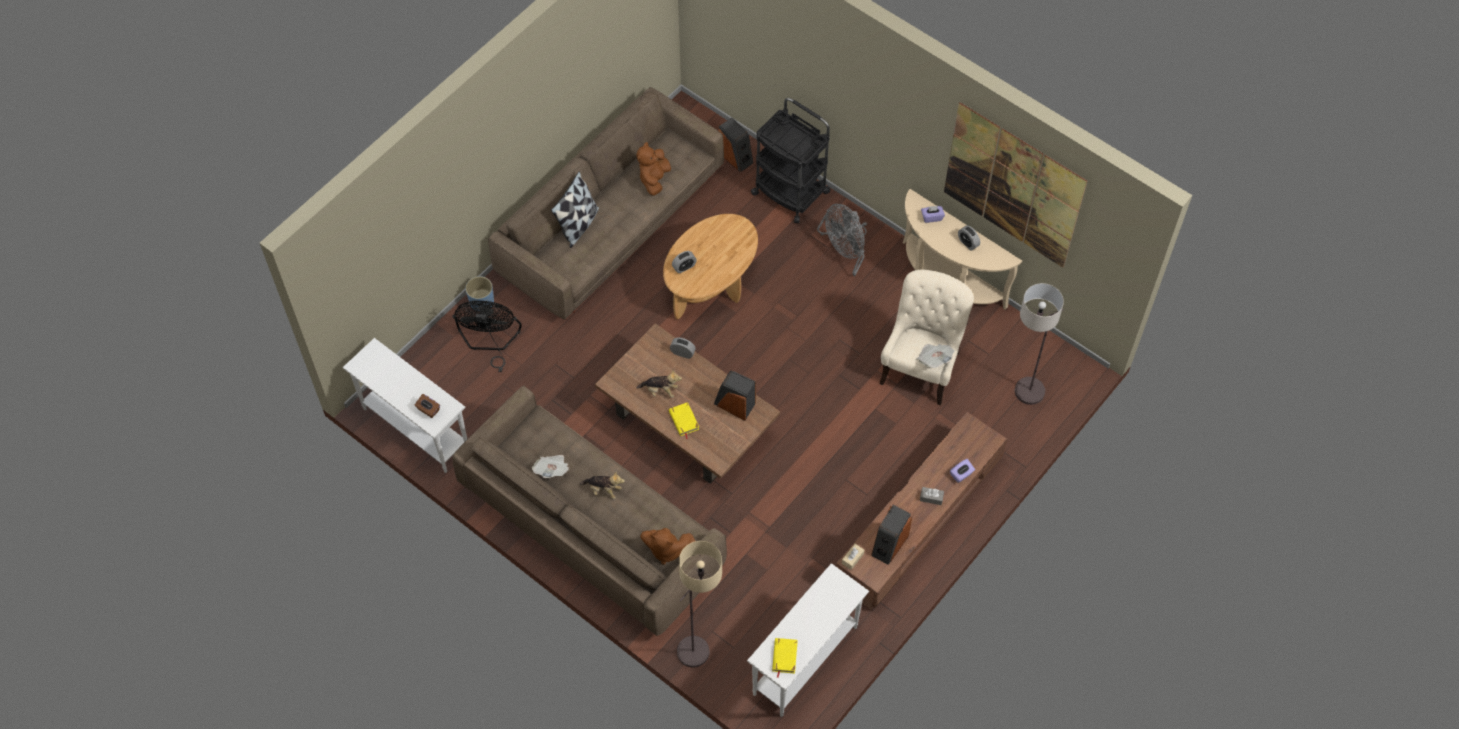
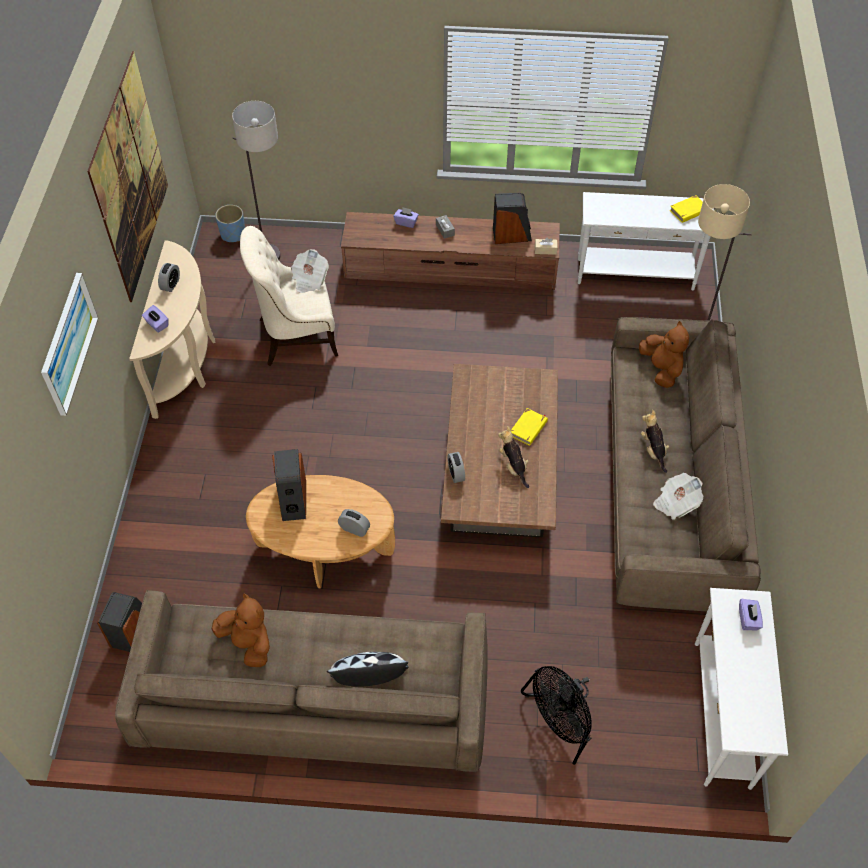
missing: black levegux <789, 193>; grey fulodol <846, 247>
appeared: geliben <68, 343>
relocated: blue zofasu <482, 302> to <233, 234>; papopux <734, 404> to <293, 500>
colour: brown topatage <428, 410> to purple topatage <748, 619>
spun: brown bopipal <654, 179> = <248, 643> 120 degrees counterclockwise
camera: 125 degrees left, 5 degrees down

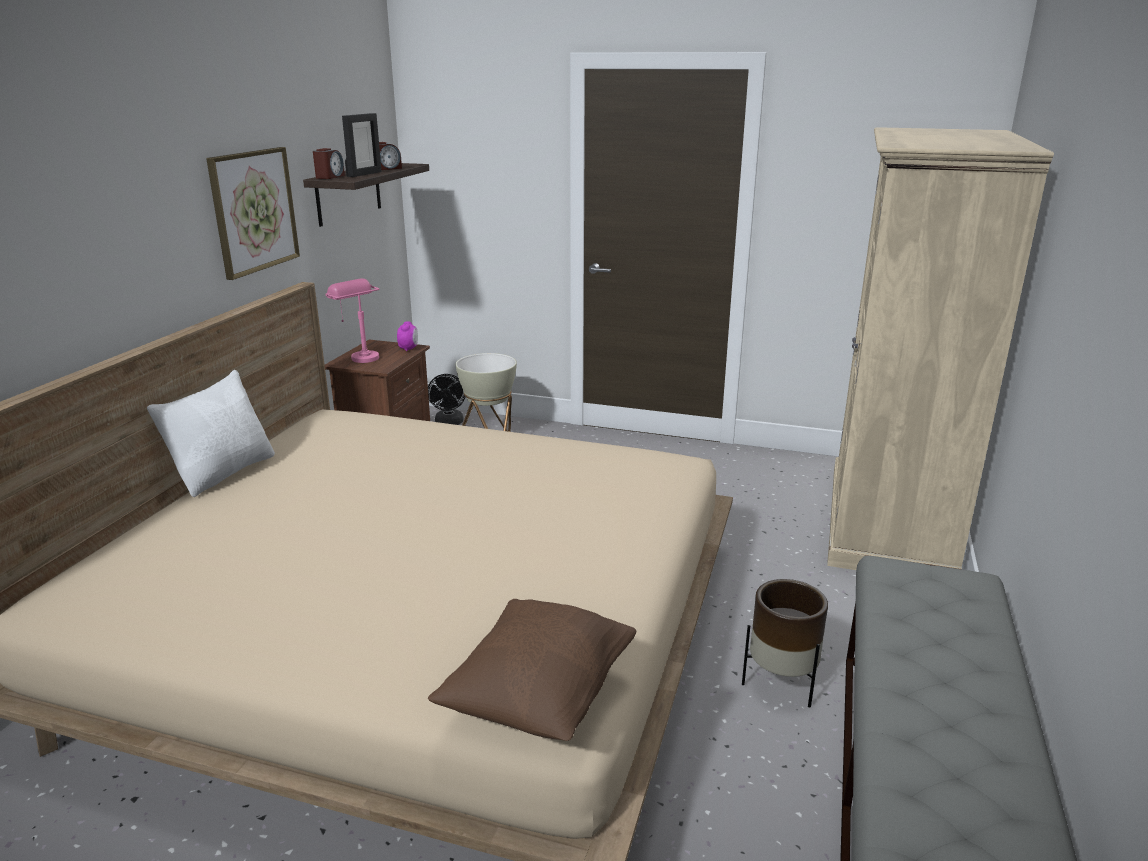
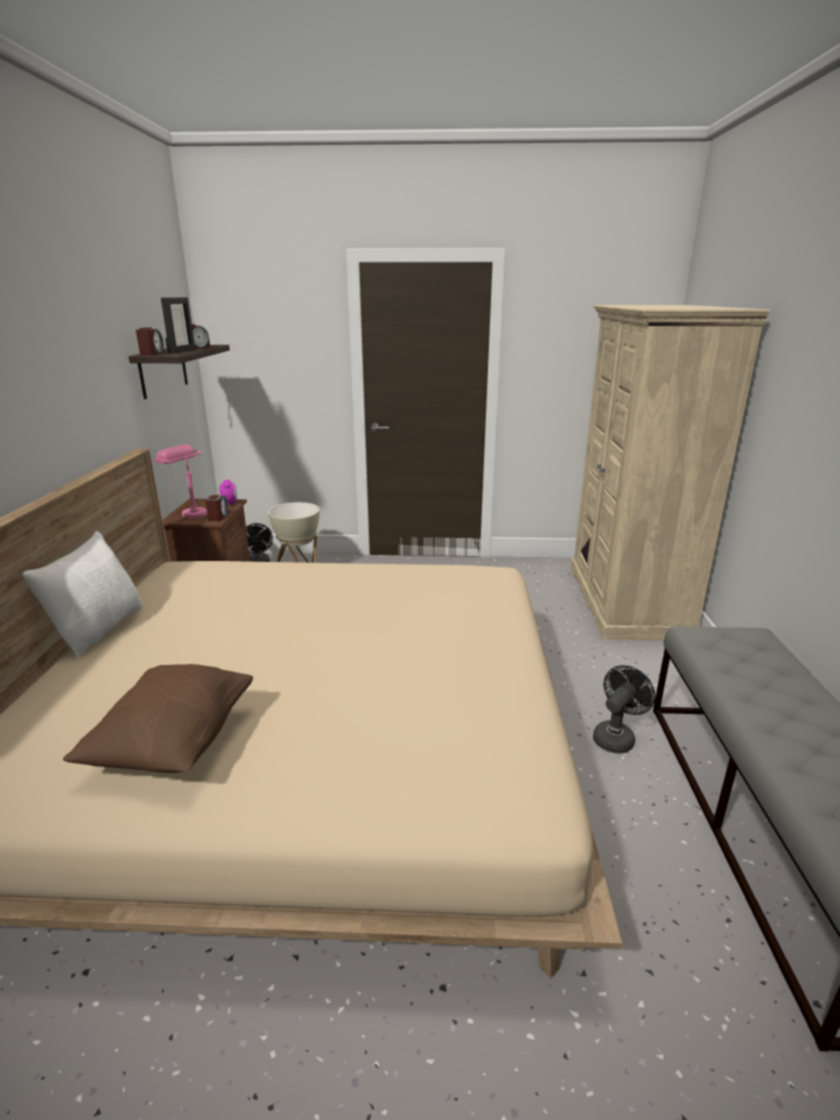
missing: geliben <254, 211>
appeared: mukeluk <218, 516>
relocated: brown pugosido <539, 697> to <173, 743>
exchanged: brown zofasu <780, 683> to black fulodol <616, 737>
camera: 15 degrees left, 0 degrees up

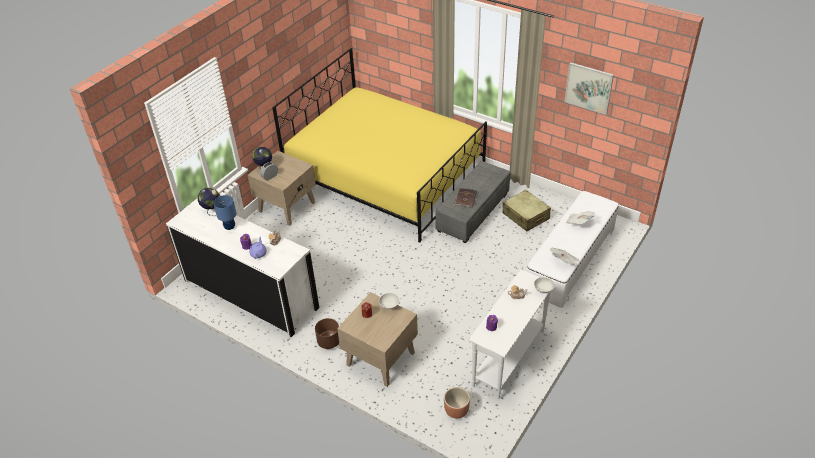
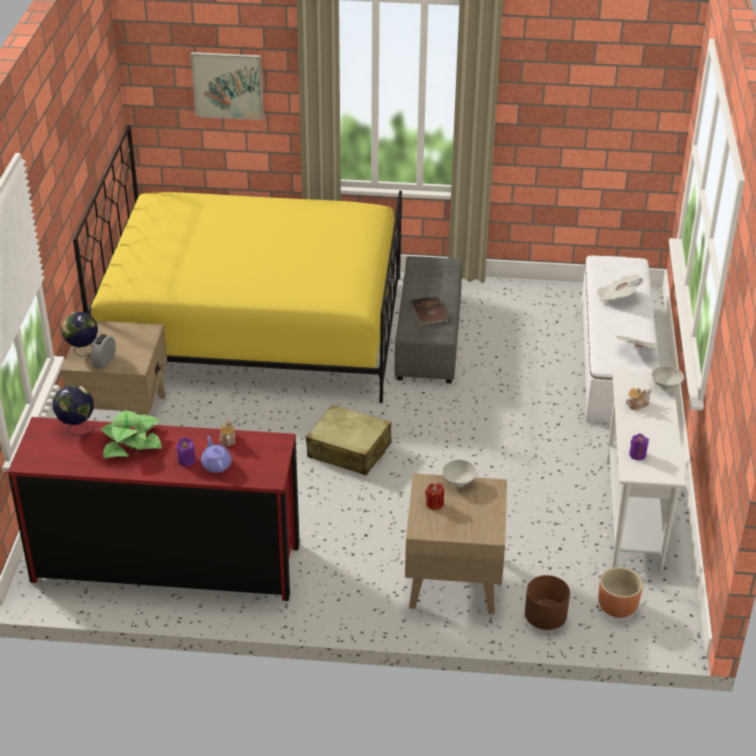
relocated: geliben <588, 88> to <228, 85>; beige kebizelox <525, 216> to <349, 450>; brown zofasu <328, 341> to <544, 618>
exchanged: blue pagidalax <230, 227> to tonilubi <132, 442>
colour: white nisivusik <250, 293> to red nisivusik <165, 561>
camera: 30 degrees left, 5 degrees down

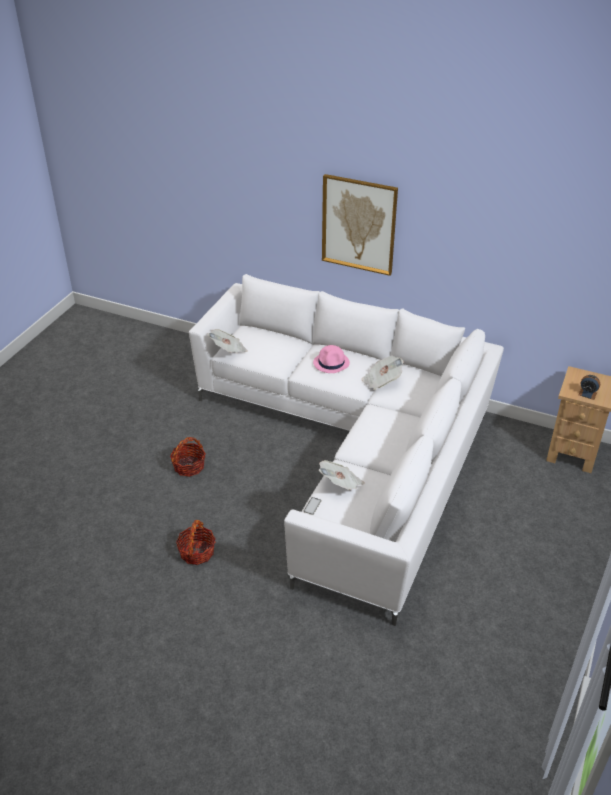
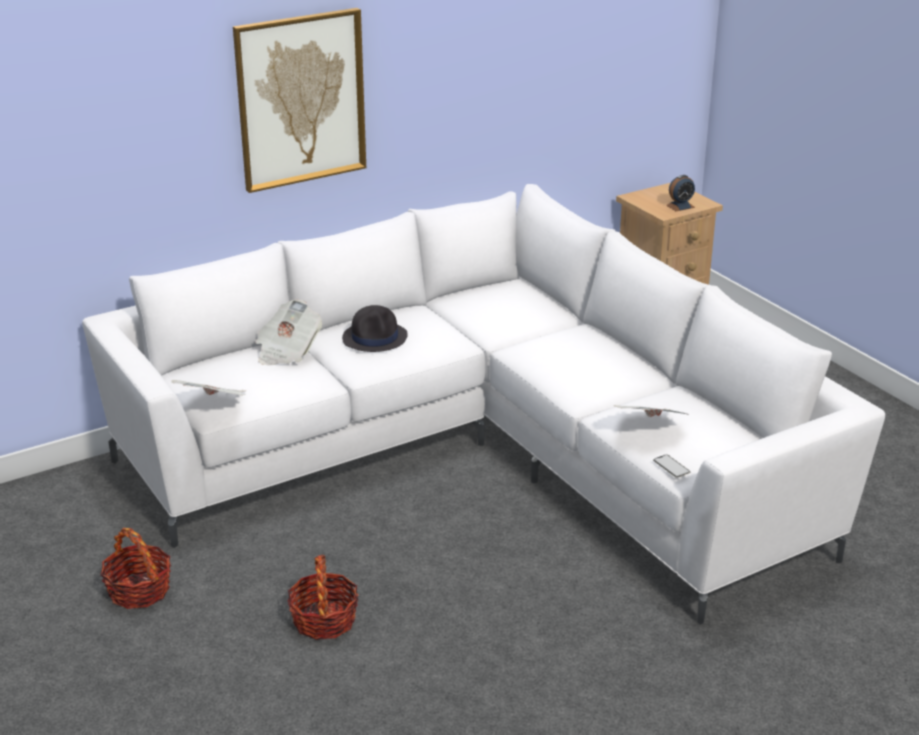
relocated: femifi <197, 552> to <139, 591>; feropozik <381, 381> to <286, 351>
colour: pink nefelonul <331, 363> to black nefelonul <375, 338>
camera: 55 degrees left, 10 degrees down

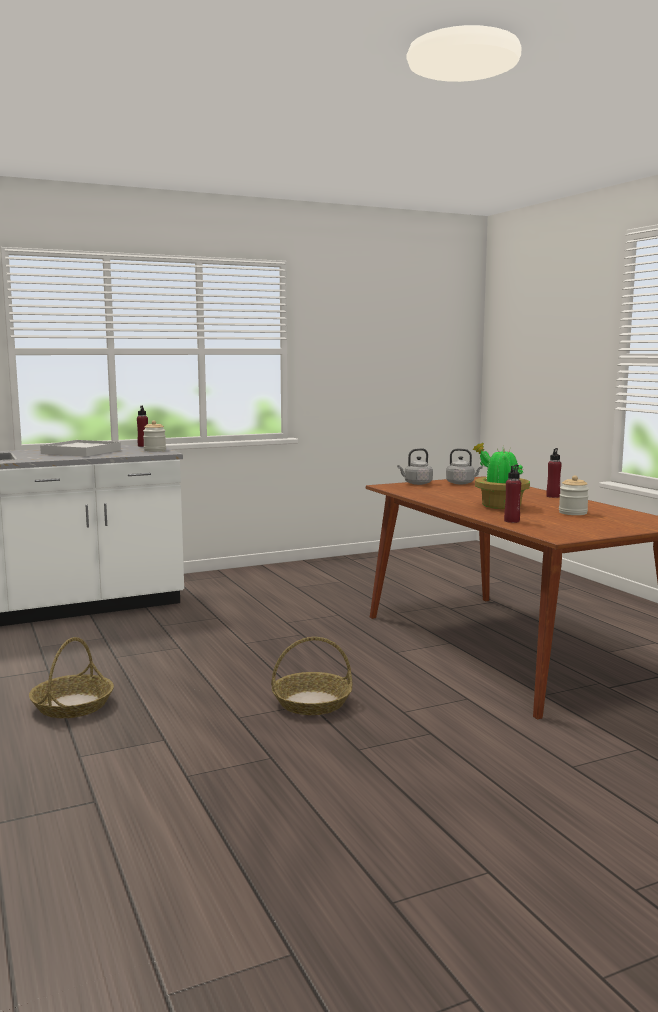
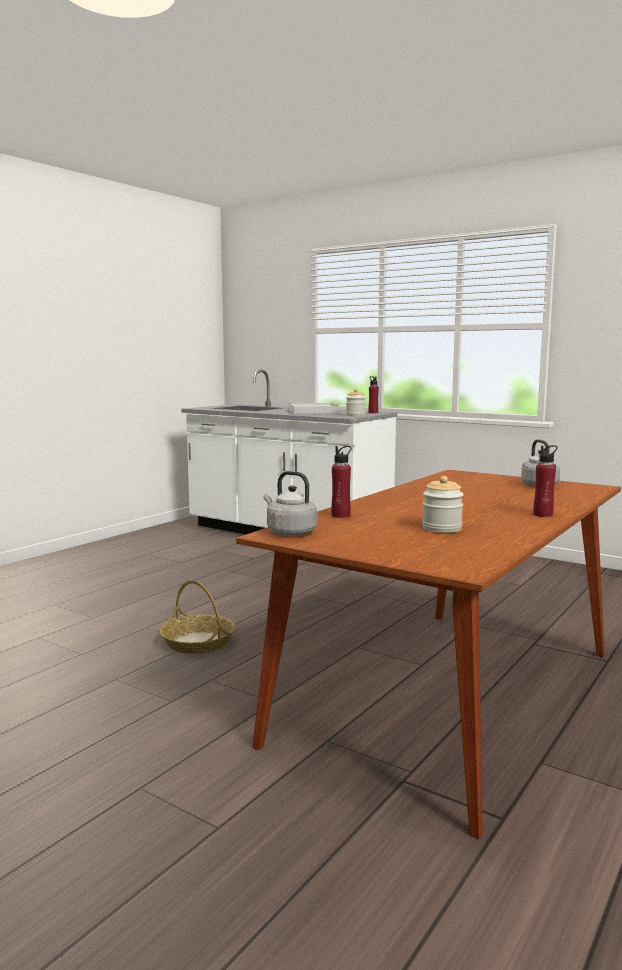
missing: femifi <72, 705>; tonilubi <499, 506>
relocated: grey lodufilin <416, 483> to <289, 532>
camera: 60 degrees right, 0 degrees up

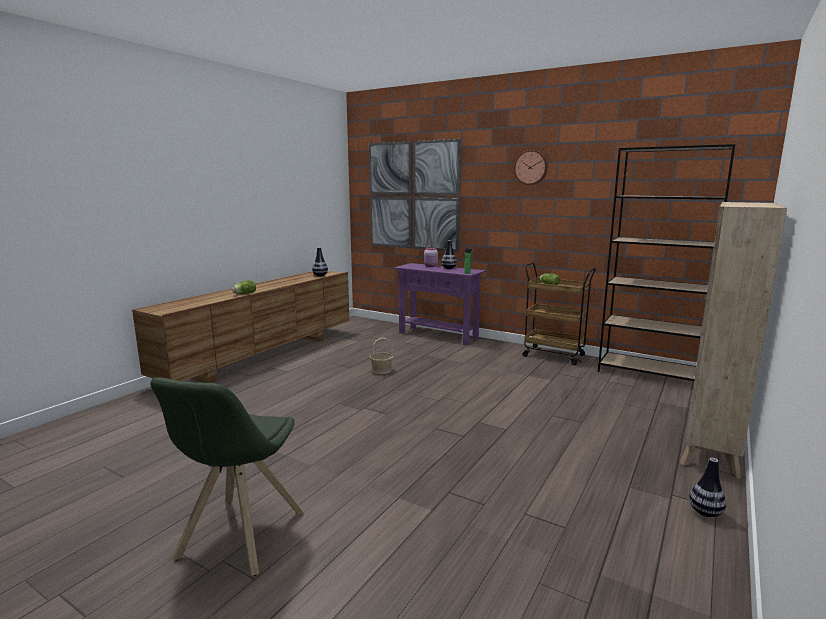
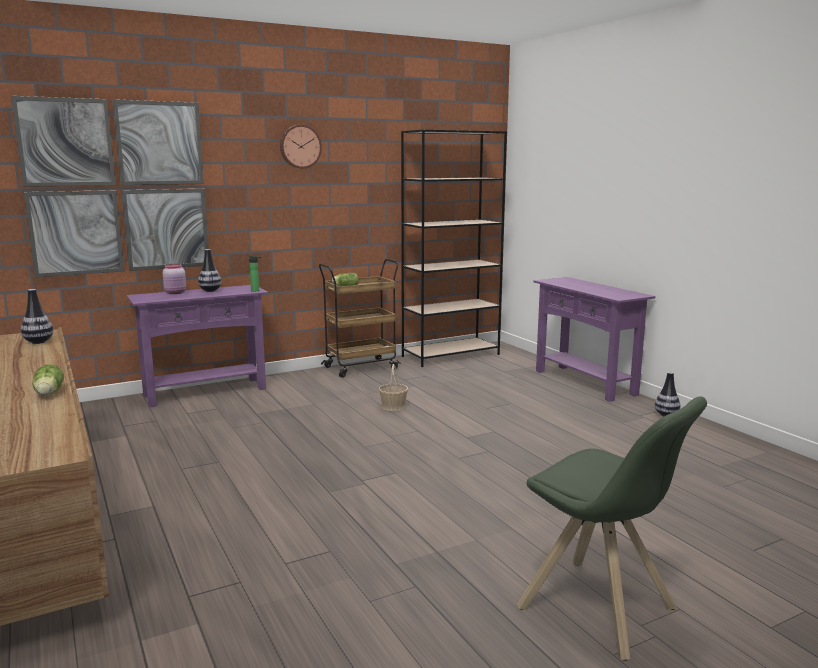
relocated: femifi <381, 370> to <393, 406>
exchanged: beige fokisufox <710, 445> to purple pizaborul <584, 382>
camera: 60 degrees left, 0 degrees up

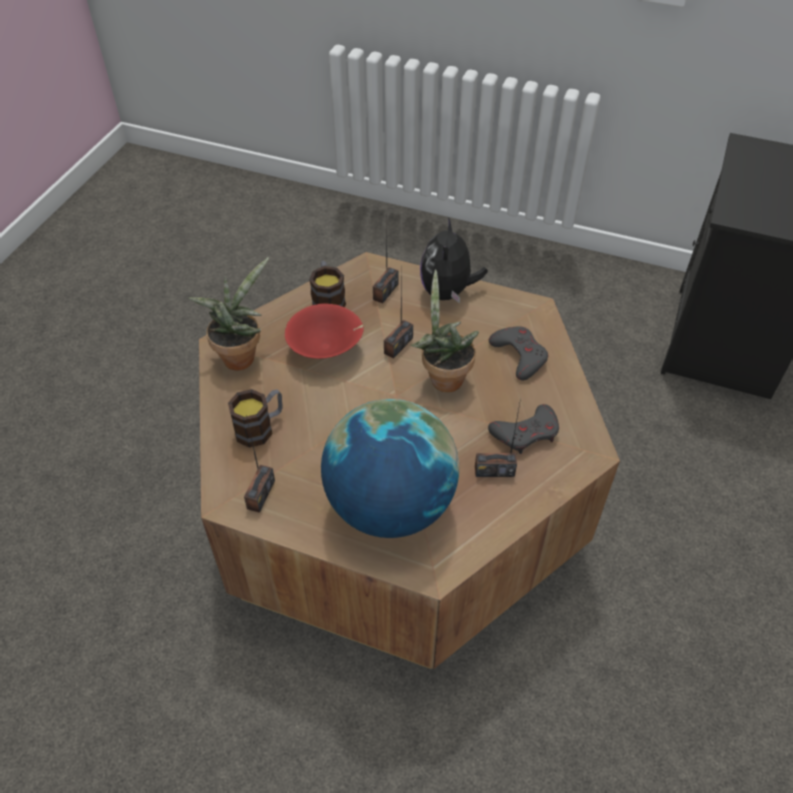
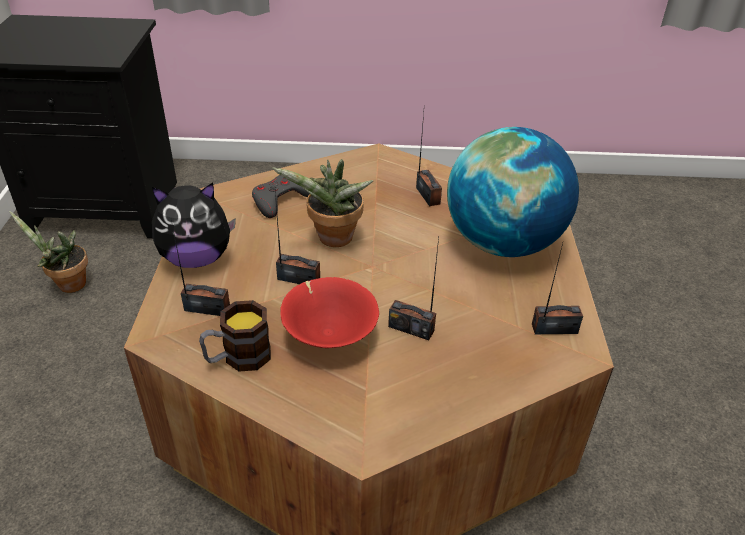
missing: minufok <261, 427>; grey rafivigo <526, 433>
appeared: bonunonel <411, 328>
relocated: tonilubi <240, 355> to <67, 285>
camera: 110 degrees left, 10 degrees down

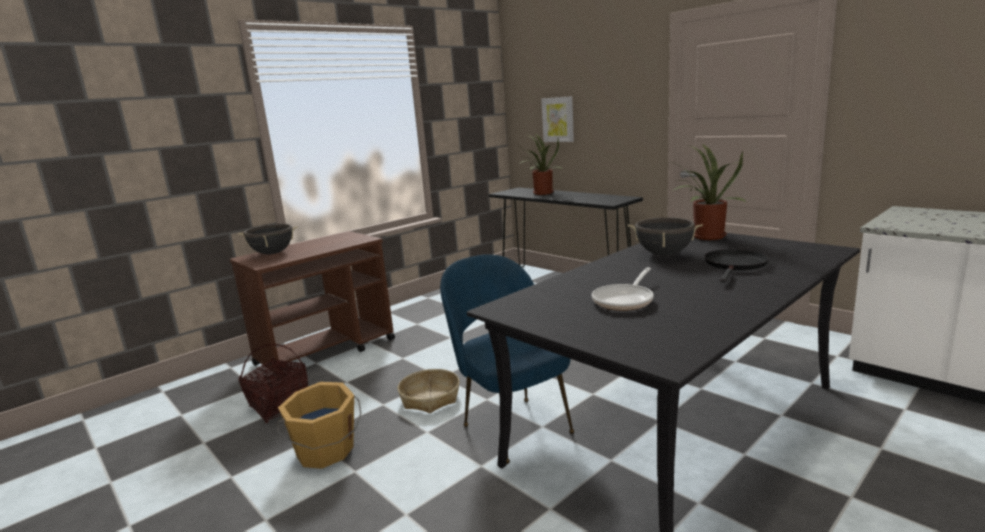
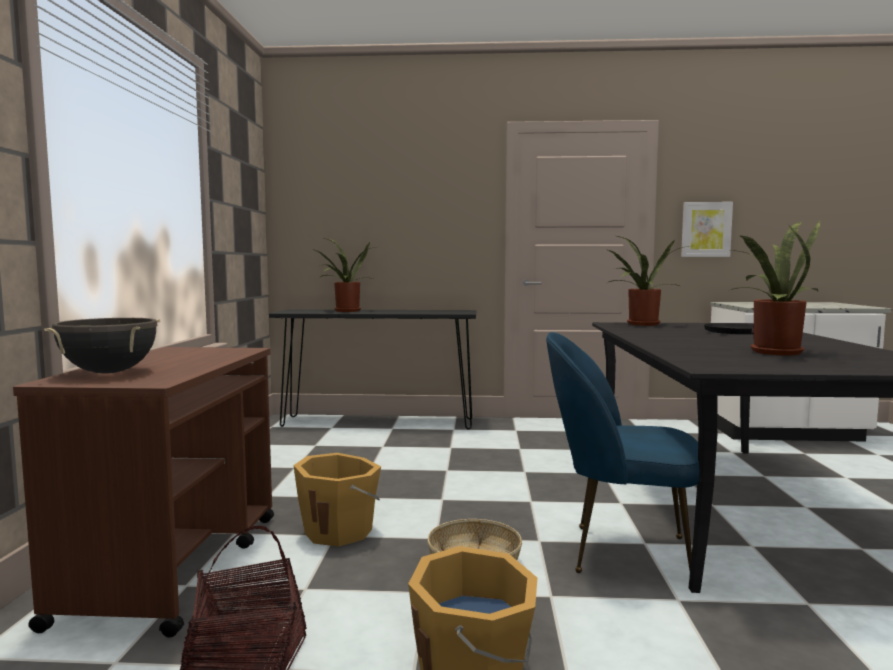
missing: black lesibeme <664, 254>
appeared: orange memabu <340, 531>
relocated: geliben <558, 119> to <706, 229>
exchanged: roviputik <625, 300> to tonilubi <771, 352>
camera: 45 degrees left, 10 degrees down

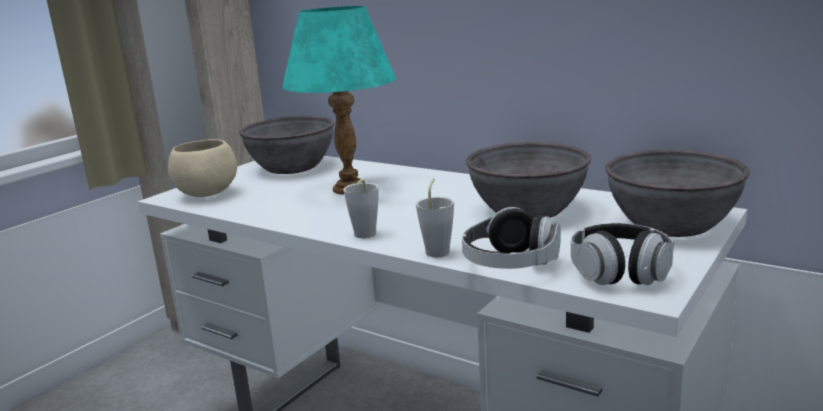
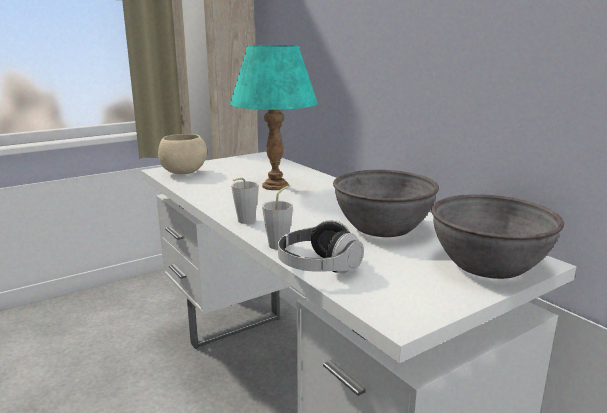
missing: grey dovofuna <292, 167>; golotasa <620, 272>
camera: 20 degrees right, 0 degrees up

